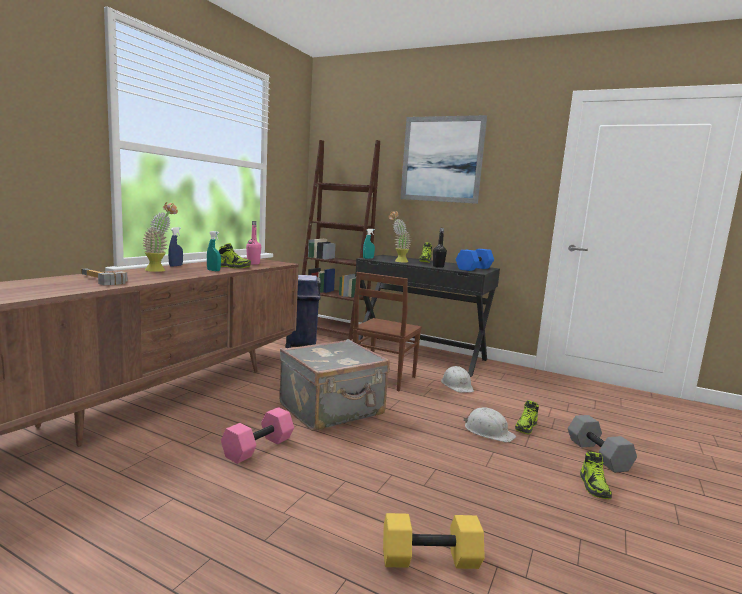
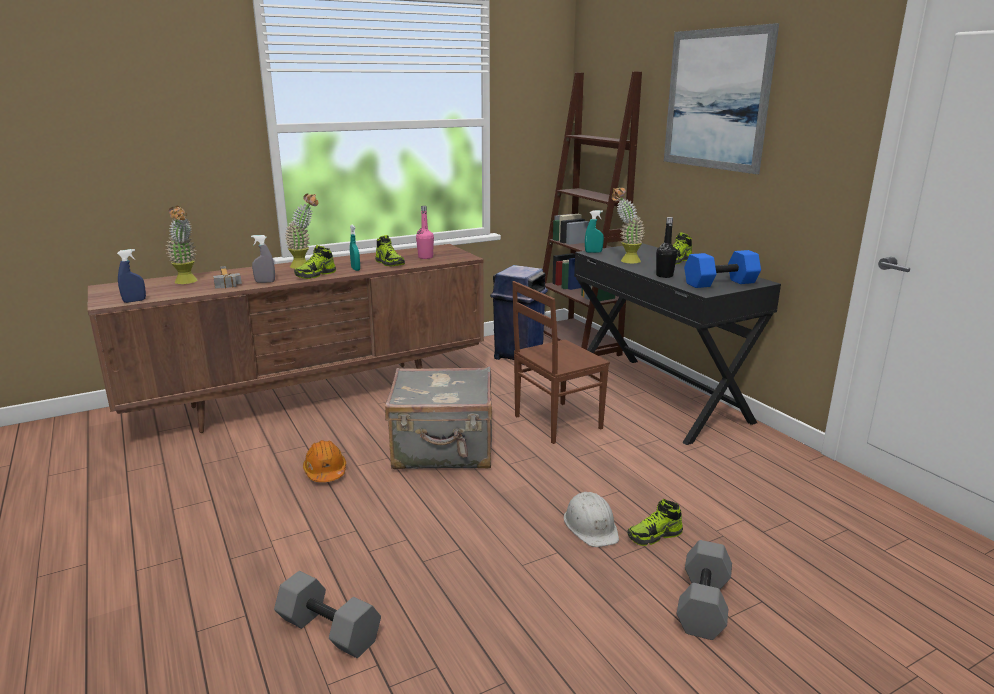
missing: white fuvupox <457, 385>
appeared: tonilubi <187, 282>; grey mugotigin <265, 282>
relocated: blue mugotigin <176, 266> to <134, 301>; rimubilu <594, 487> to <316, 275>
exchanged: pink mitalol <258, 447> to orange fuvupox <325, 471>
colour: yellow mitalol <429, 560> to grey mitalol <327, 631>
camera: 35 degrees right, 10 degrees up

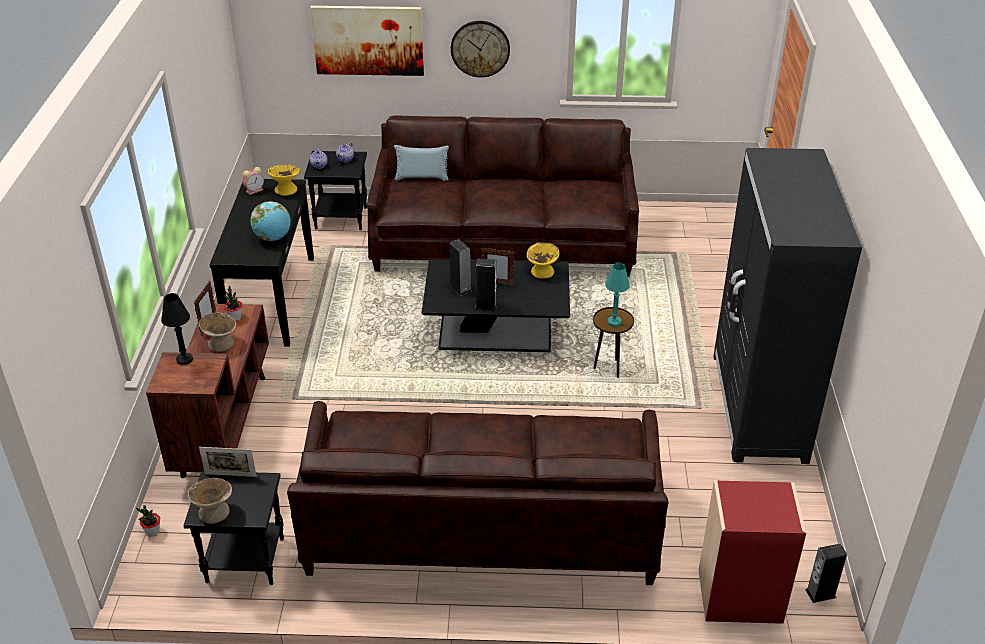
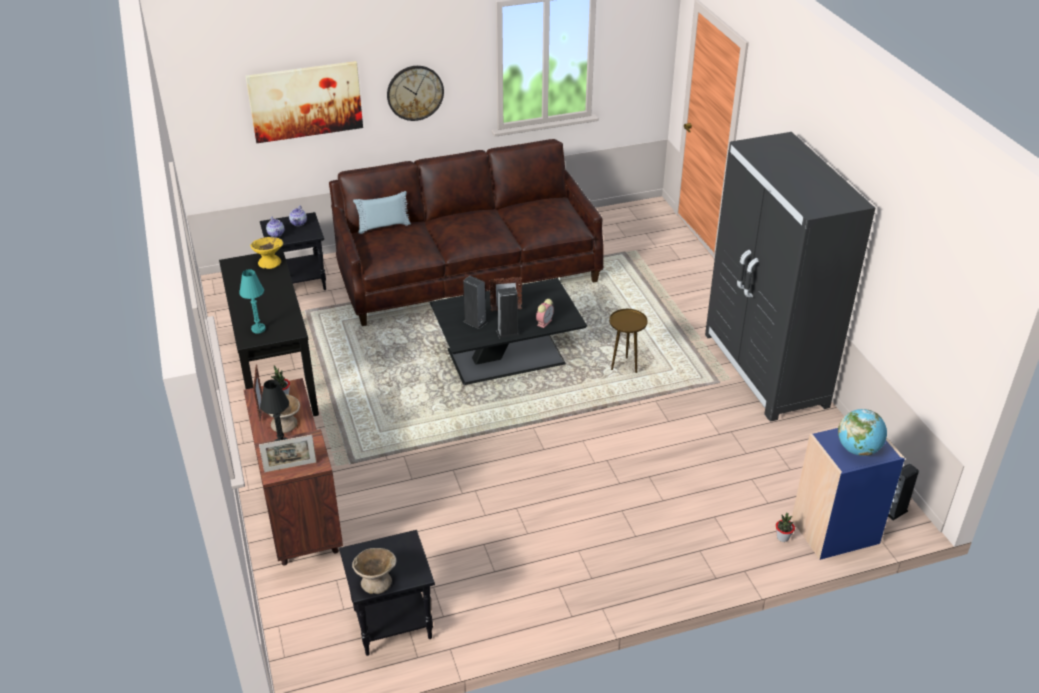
missing: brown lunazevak <481, 527>; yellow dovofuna <542, 272>
relocated: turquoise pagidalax <614, 322> to <258, 329>; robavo <230, 475> to <290, 467>; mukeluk <255, 190> to <544, 322>; tonilubi <152, 532> to <782, 537>; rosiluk <273, 238> to <858, 449>
colour: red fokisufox <739, 597> to blue fokisufox <834, 532>
camera: 20 degrees left, 0 degrees up

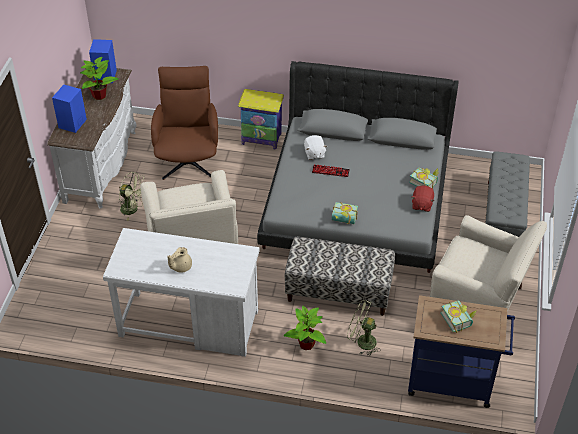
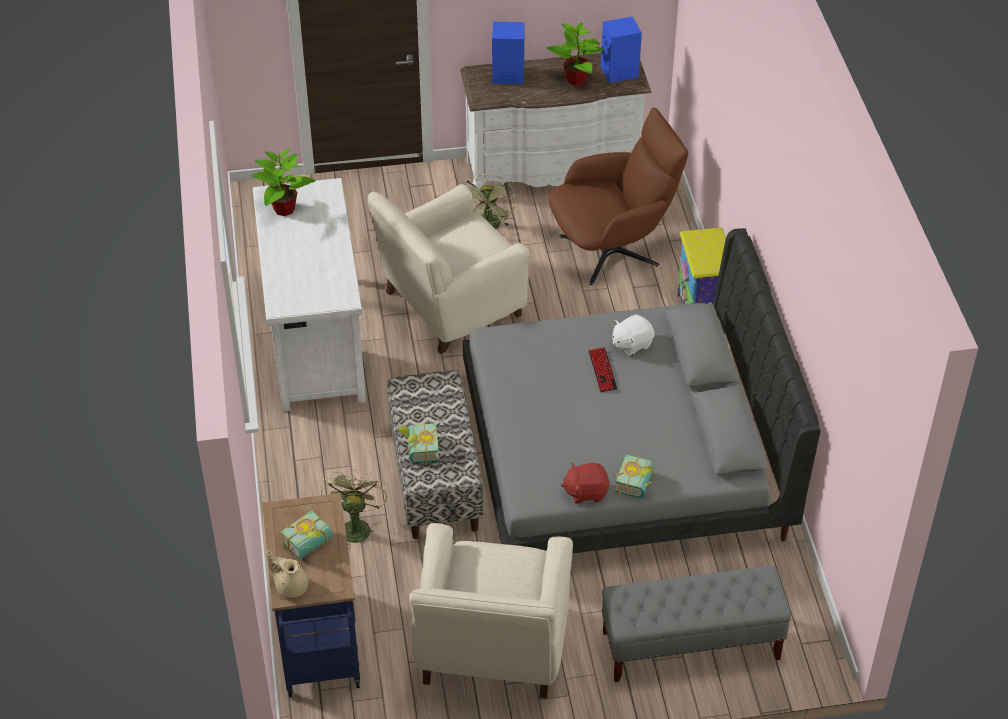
relocated: tonilubi <306, 344> to <283, 209>; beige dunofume <180, 267> to <290, 586>; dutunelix <343, 220> to <418, 450>
camera: 70 degrees right, 0 degrees up

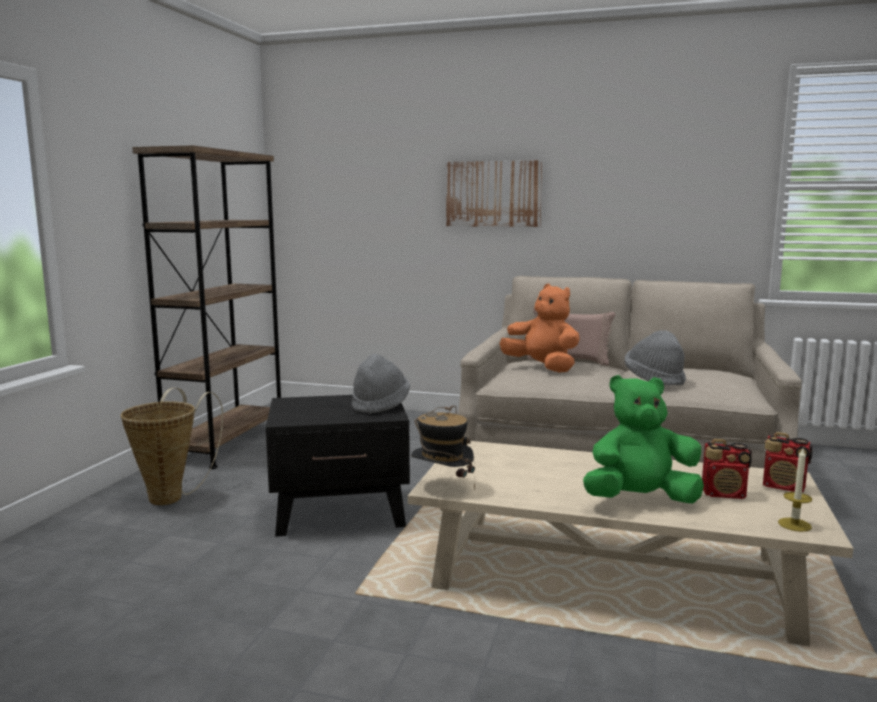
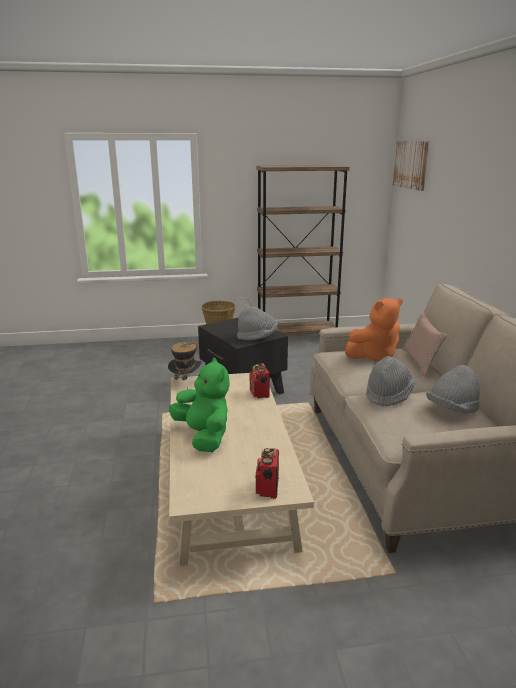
missing: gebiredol <794, 524>
appeared: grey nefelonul <452, 409>
relocated: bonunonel <724, 494> to <259, 393>; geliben <493, 194> to <411, 164>
spun: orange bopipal <542, 367> = <374, 356> 45 degrees clockwise
camera: 65 degrees right, 10 degrees up

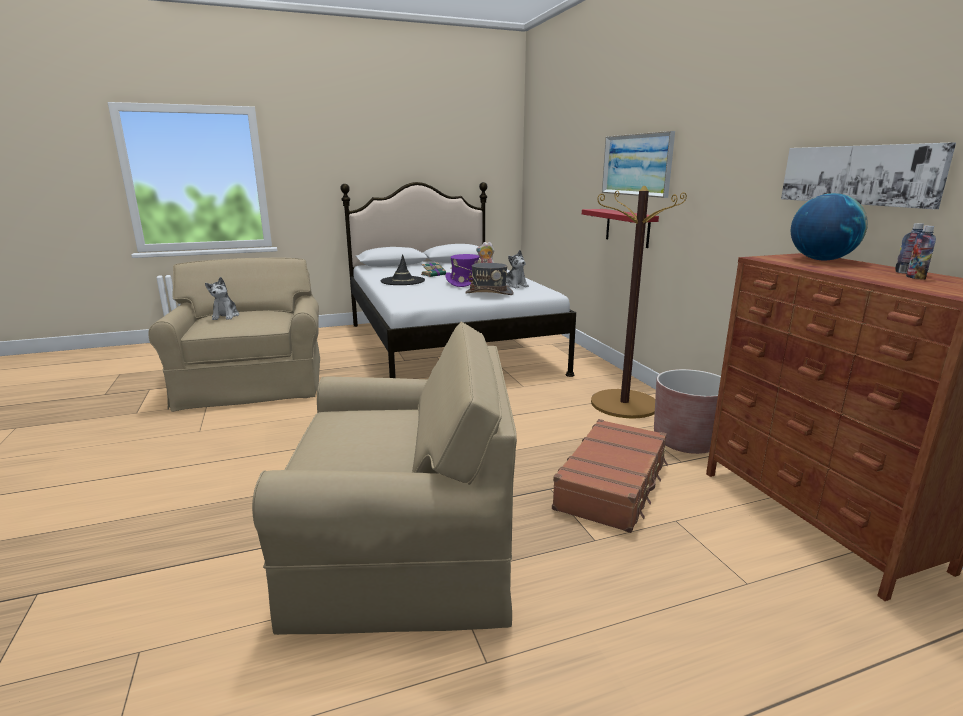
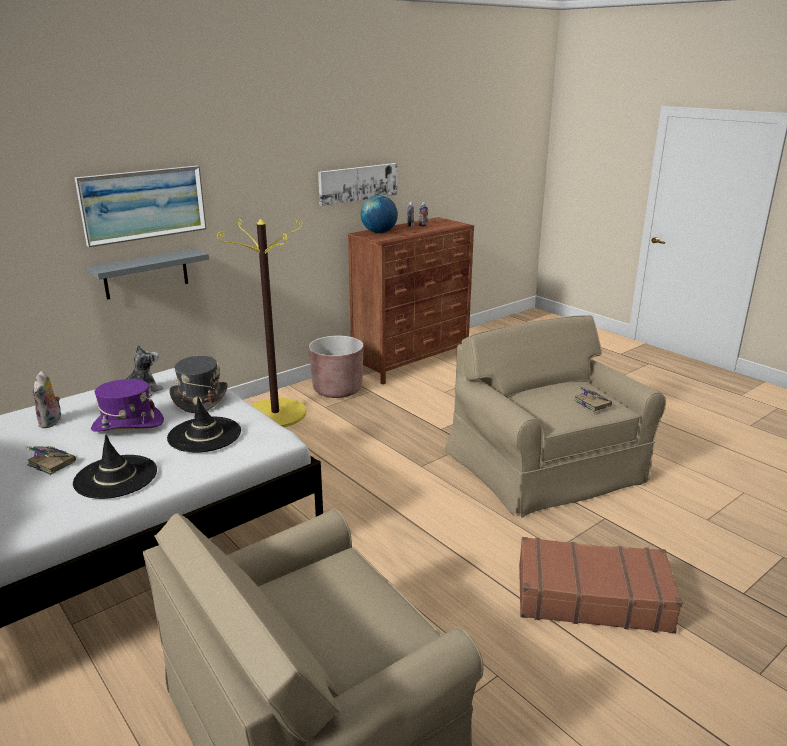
missing: bopipal <225, 316>
appeared: black nefelonul <204, 435>; dutunelix <591, 403>
relocated: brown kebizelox <612, 485> to <591, 597>
colour: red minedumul <627, 227> to grey minedumul <146, 274>; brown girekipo <624, 404> to yellow girekipo <275, 413>
camera: 110 degrees left, 5 degrees up

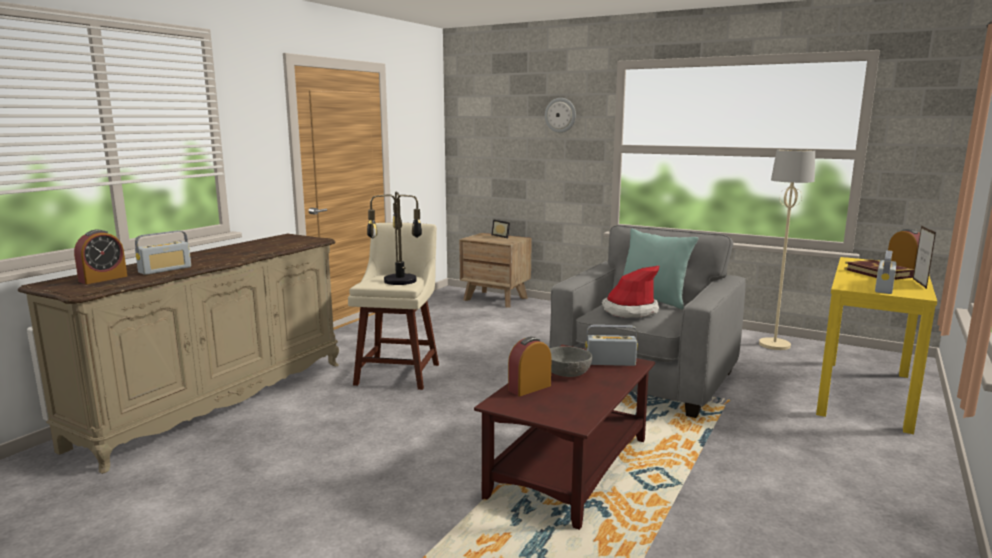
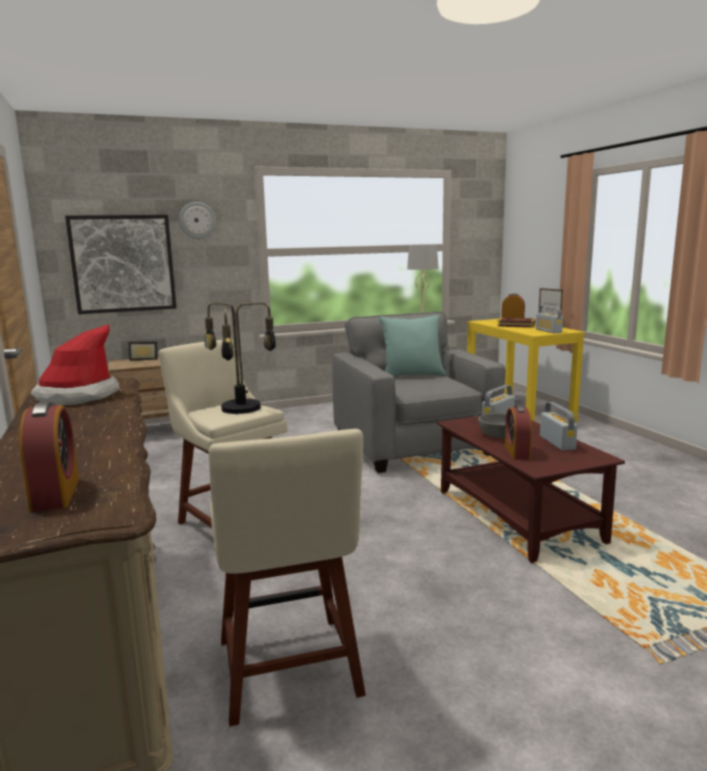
appeared: geliben <123, 264>; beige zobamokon <288, 672>
relocated: nefelonul <629, 311> to <77, 396>; bonunonel <165, 270> to <557, 442>
camera: 50 degrees left, 0 degrees up

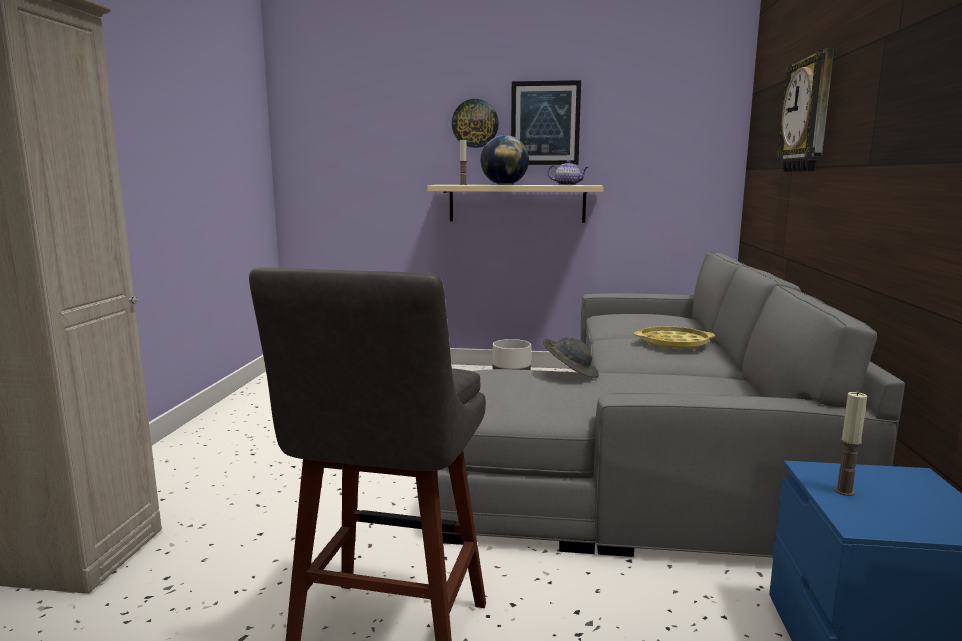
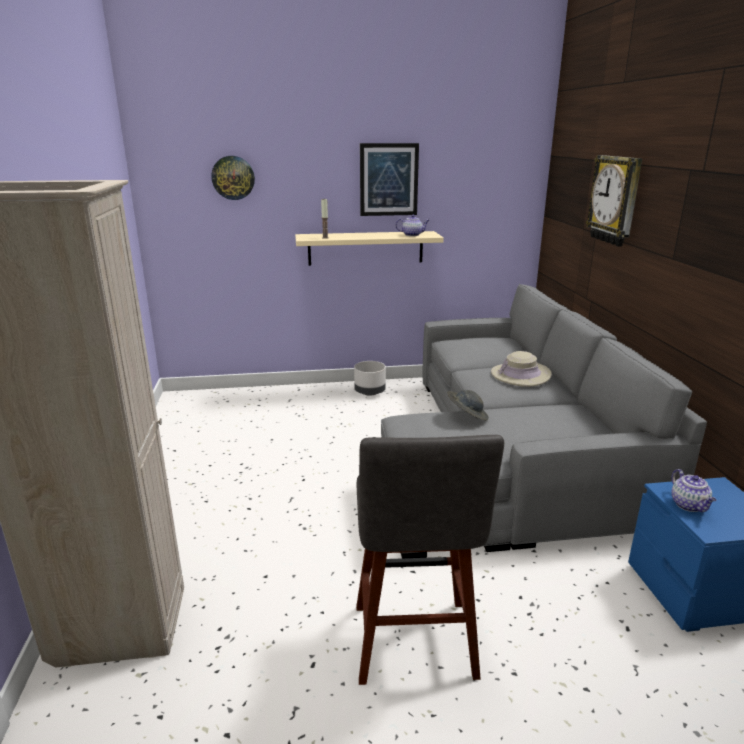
missing: rosiluk <504, 184>
relocated: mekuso <475, 123> to <233, 178>
exchanged: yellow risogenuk <673, 343> to beige nefelonul <520, 375>; gebiredol <844, 491> to dunofume <689, 505>
camera: 15 degrees left, 10 degrees up

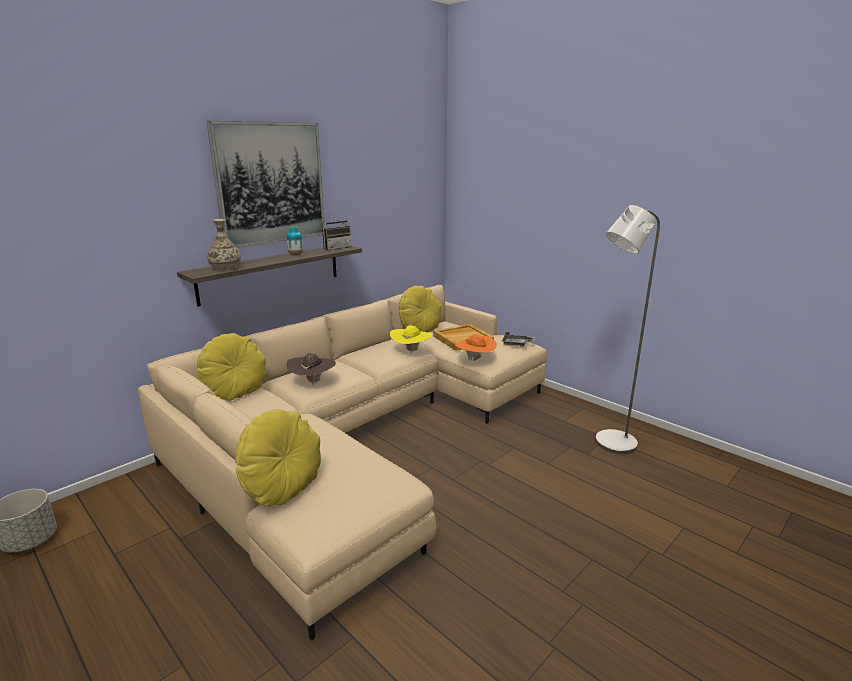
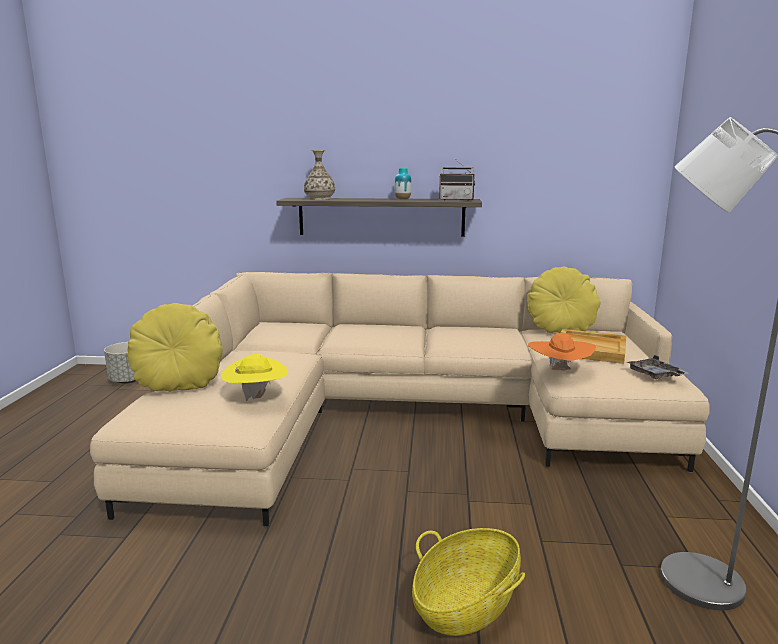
missing: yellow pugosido <236, 394>; geliben <270, 183>; brown nefelonul <312, 382>
appeared: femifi <466, 604>
relocated: yellow nefelonul <411, 351> to <256, 397>
camera: 50 degrees right, 5 degrees down

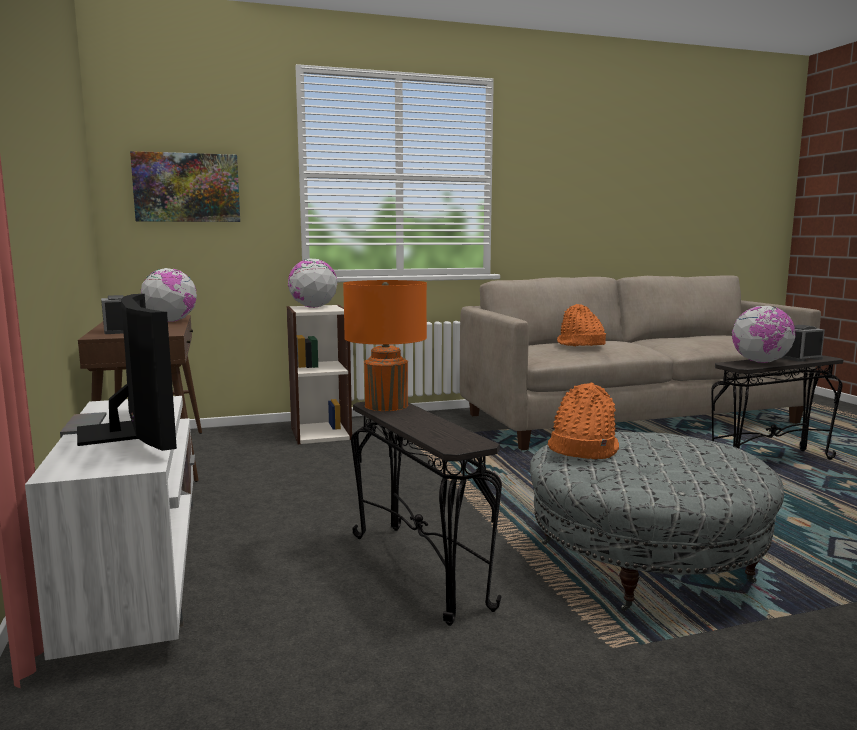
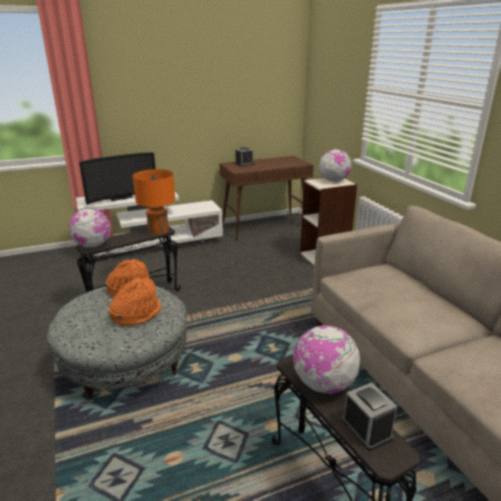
missing: geliben <187, 187>
relocated: rosiluk <170, 321> to <93, 245>; orange nefelonul <580, 344> to <136, 314>
camera: 85 degrees right, 15 degrees up

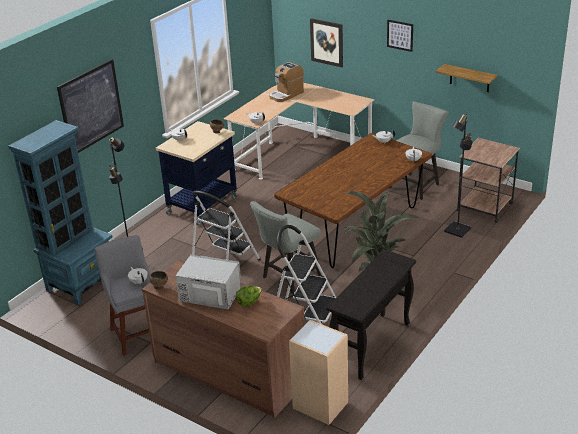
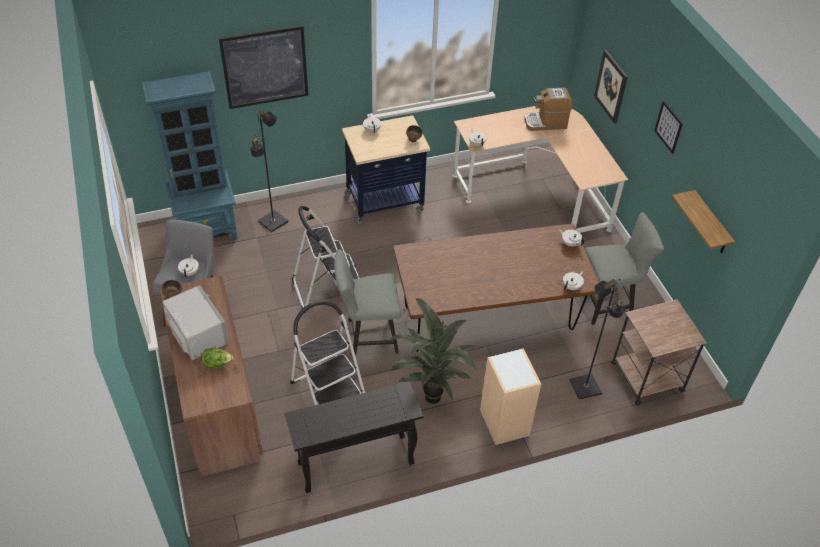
relocated: fokisufox <321, 405> to <504, 423>
camera: 35 degrees right, 15 degrees up

